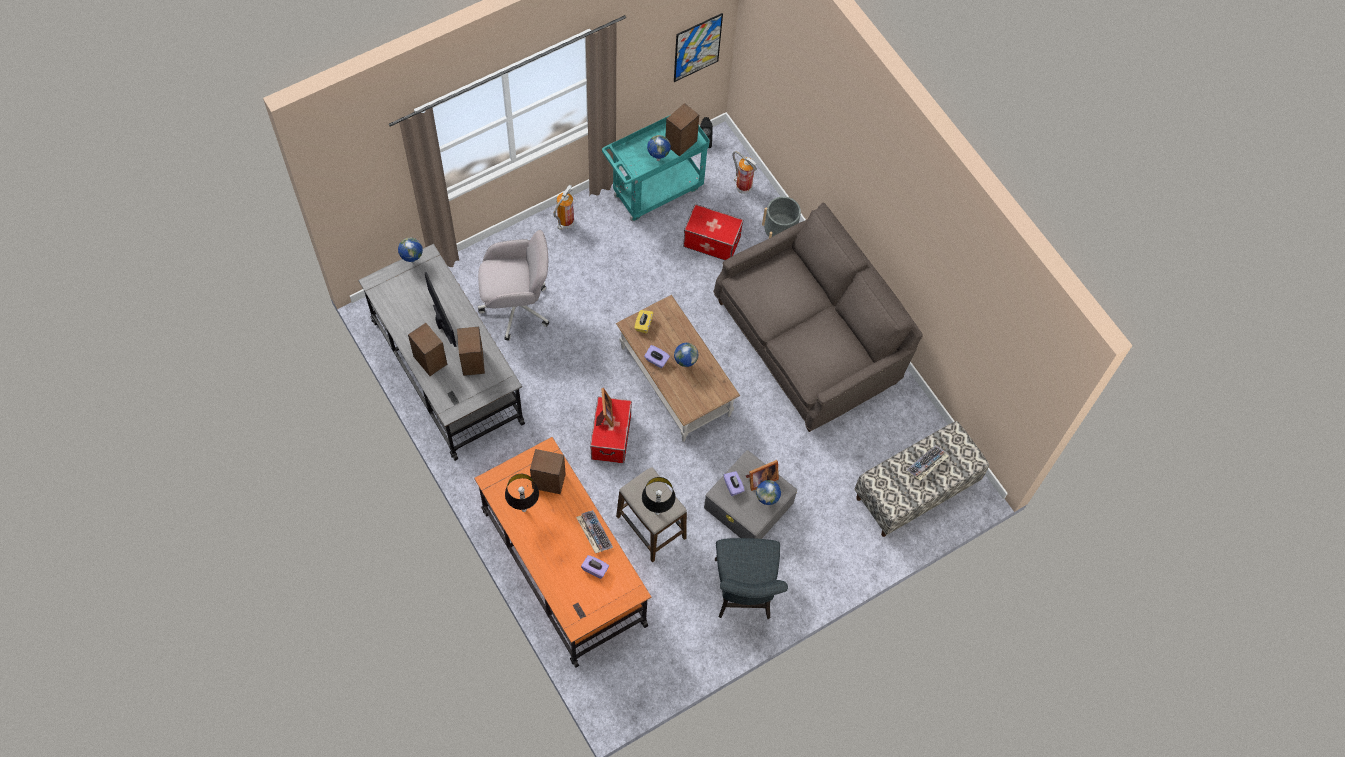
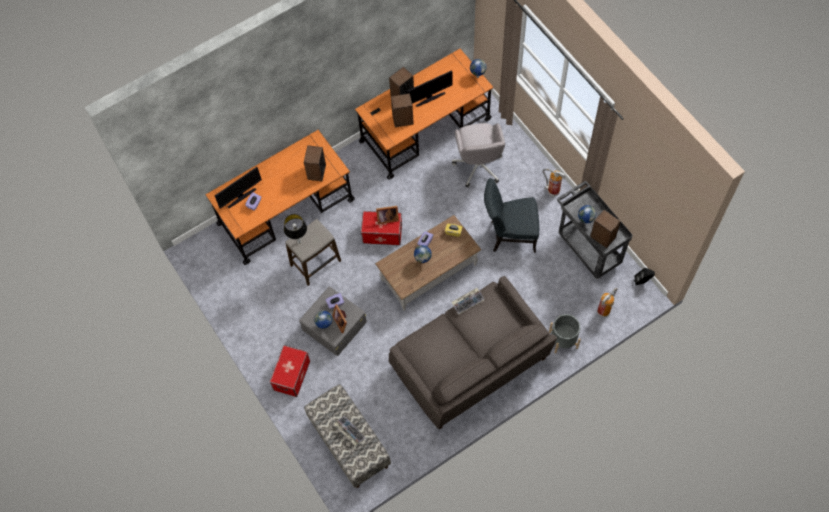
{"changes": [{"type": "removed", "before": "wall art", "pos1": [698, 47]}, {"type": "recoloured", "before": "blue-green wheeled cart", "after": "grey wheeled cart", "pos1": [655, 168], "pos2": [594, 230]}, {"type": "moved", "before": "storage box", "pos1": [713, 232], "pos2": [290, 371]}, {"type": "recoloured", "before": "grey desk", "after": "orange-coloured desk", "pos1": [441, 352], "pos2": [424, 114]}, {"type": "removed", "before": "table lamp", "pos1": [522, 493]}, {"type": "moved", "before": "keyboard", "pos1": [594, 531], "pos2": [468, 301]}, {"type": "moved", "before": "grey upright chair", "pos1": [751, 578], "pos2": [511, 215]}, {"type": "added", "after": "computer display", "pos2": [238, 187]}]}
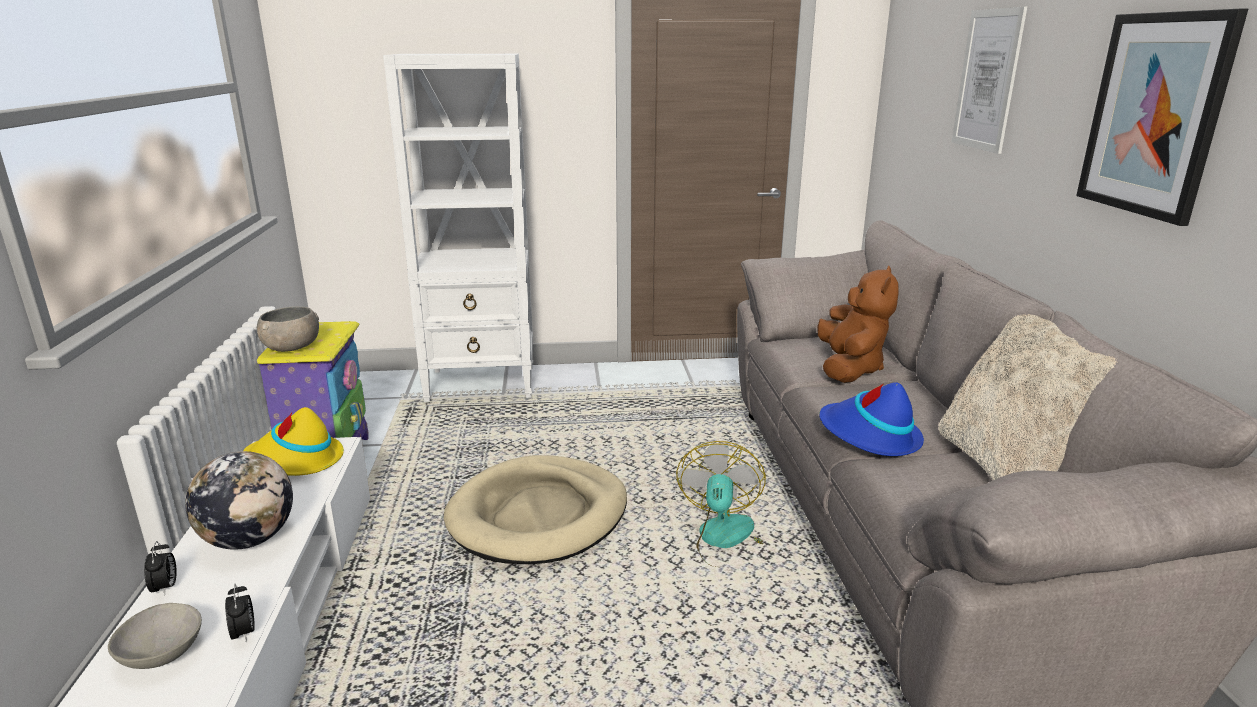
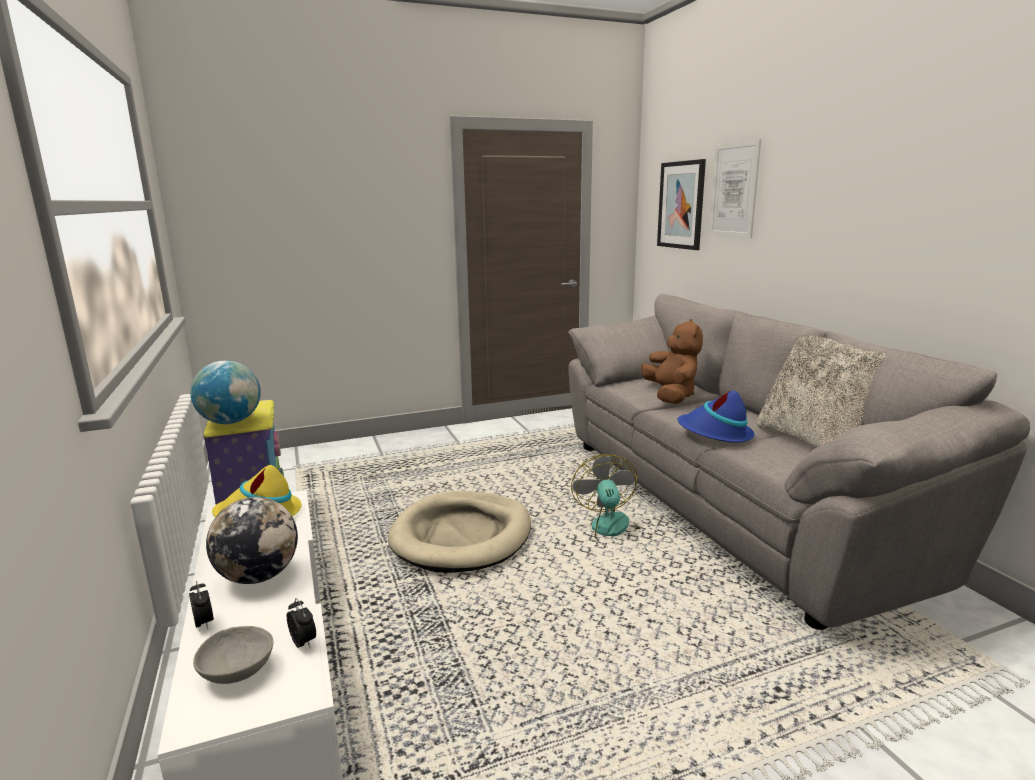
{"changes": [{"type": "moved", "before": "wall art", "pos1": [1162, 117], "pos2": [681, 204]}, {"type": "removed", "before": "white bookshelf", "pos1": [458, 228]}, {"type": "replaced", "before": "grey bowl", "after": "globe", "pos1": [288, 329], "pos2": [225, 392]}]}
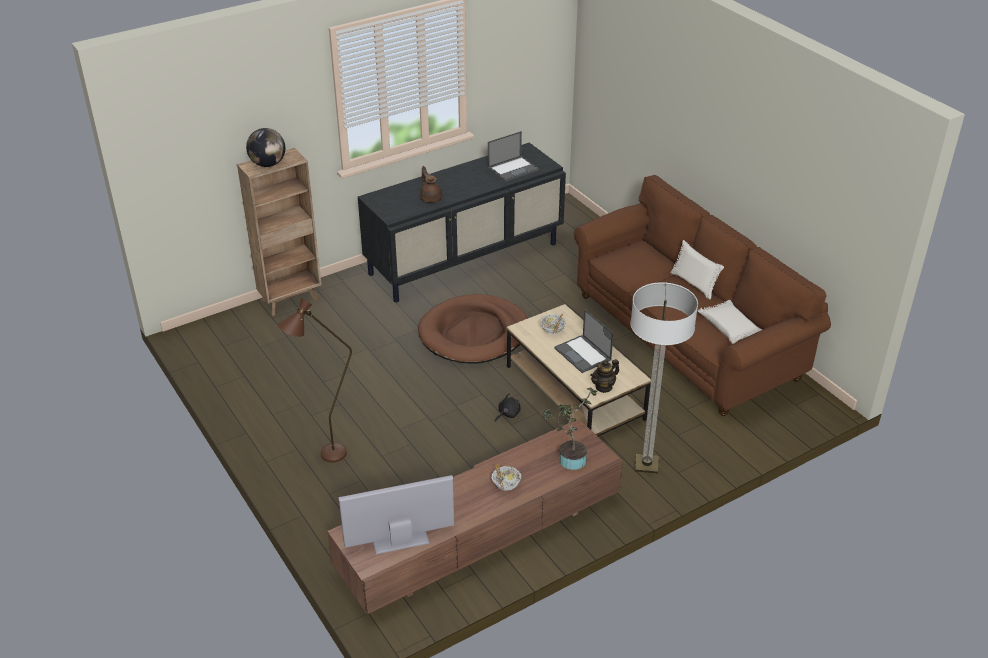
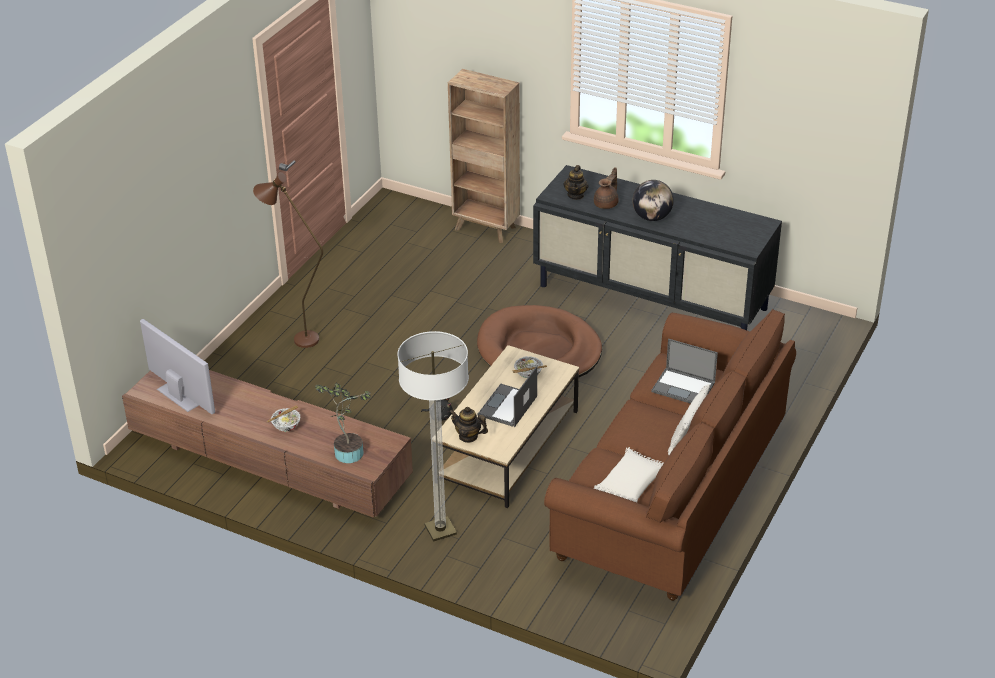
{"changes": [{"type": "moved", "before": "globe", "pos1": [265, 147], "pos2": [653, 200]}, {"type": "moved", "before": "notebook computer", "pos1": [513, 156], "pos2": [684, 371]}, {"type": "added", "after": "pot for tea", "pos2": [576, 182]}]}
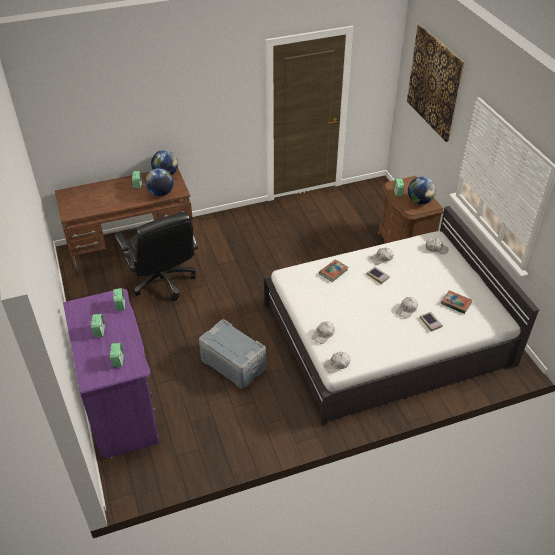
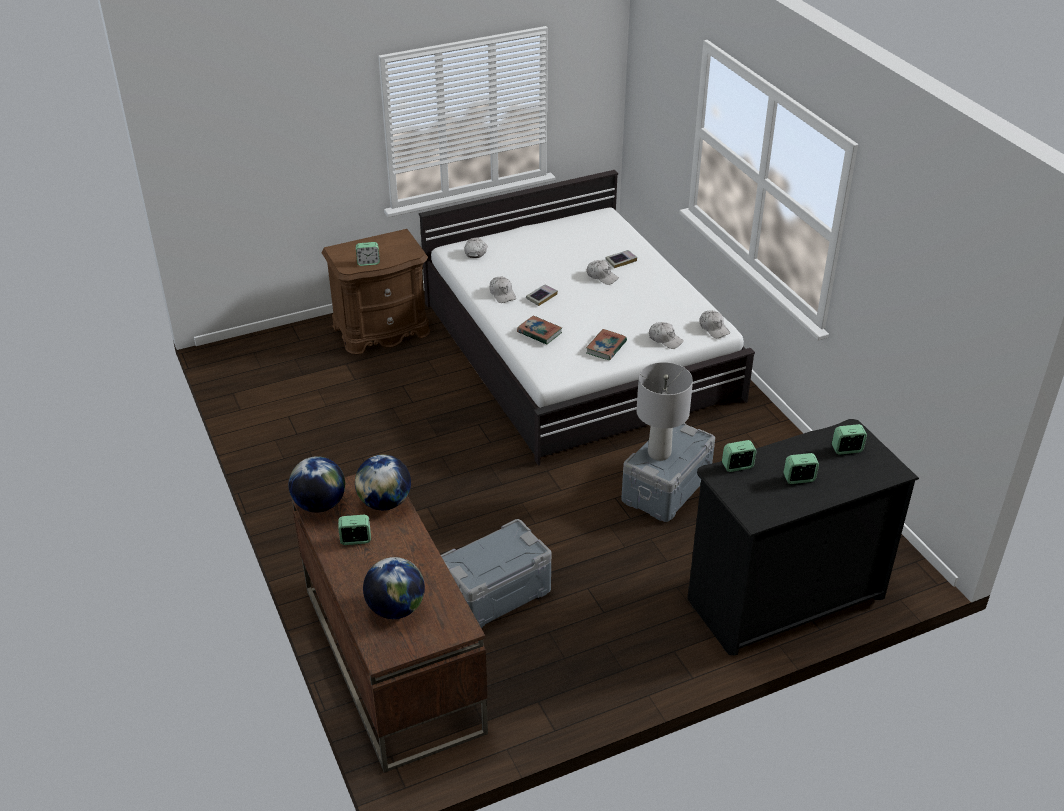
{"changes": [{"type": "removed", "before": "wall art", "pos1": [435, 83]}, {"type": "moved", "before": "globe", "pos1": [422, 191], "pos2": [394, 588]}, {"type": "replaced", "before": "blackish desk chair", "after": "grey storage box", "pos1": [156, 256], "pos2": [496, 573]}, {"type": "recoloured", "before": "purple-coloured drawer chest", "after": "blackish drawer chest", "pos1": [111, 373], "pos2": [803, 537]}, {"type": "moved", "before": "book", "pos1": [457, 302], "pos2": [606, 344]}, {"type": "added", "after": "grey table lamp", "pos2": [664, 411]}]}
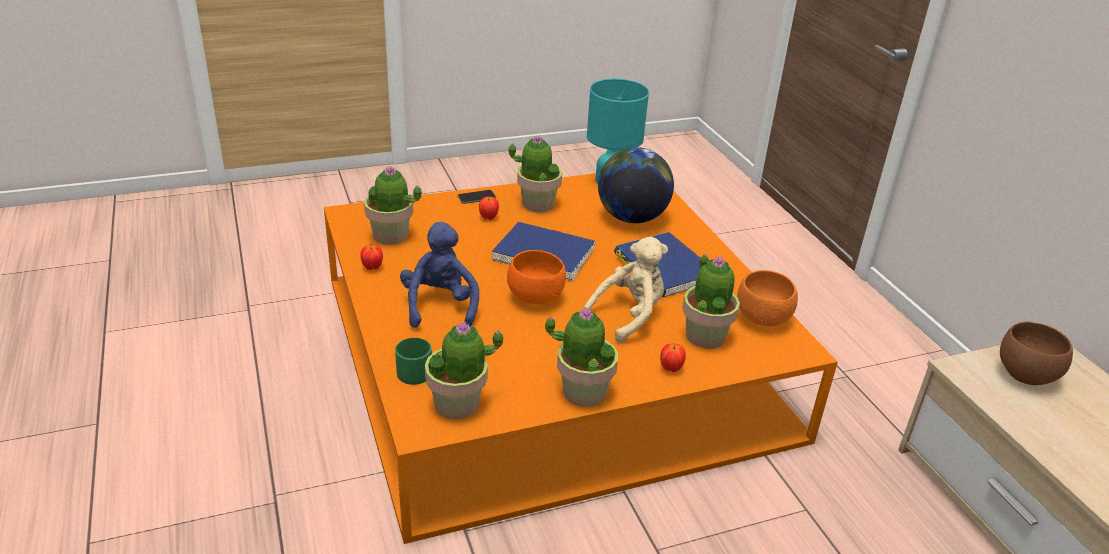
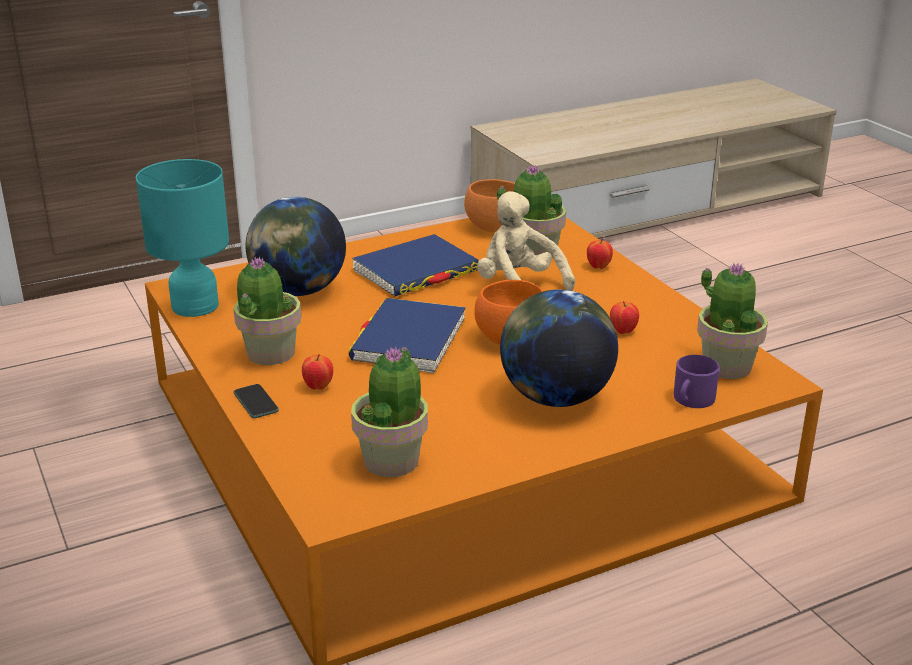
{"changes": [{"type": "replaced", "before": "blue soft toy", "after": "globe", "pos1": [439, 275], "pos2": [559, 348]}, {"type": "moved", "before": "apple fruit", "pos1": [371, 257], "pos2": [624, 317]}, {"type": "removed", "before": "houseplant", "pos1": [581, 357]}, {"type": "removed", "before": "brownish bowl", "pos1": [1036, 353]}, {"type": "recoloured", "before": "greenish coffee mug", "after": "purple-coloured coffee mug", "pos1": [413, 361], "pos2": [697, 381]}]}
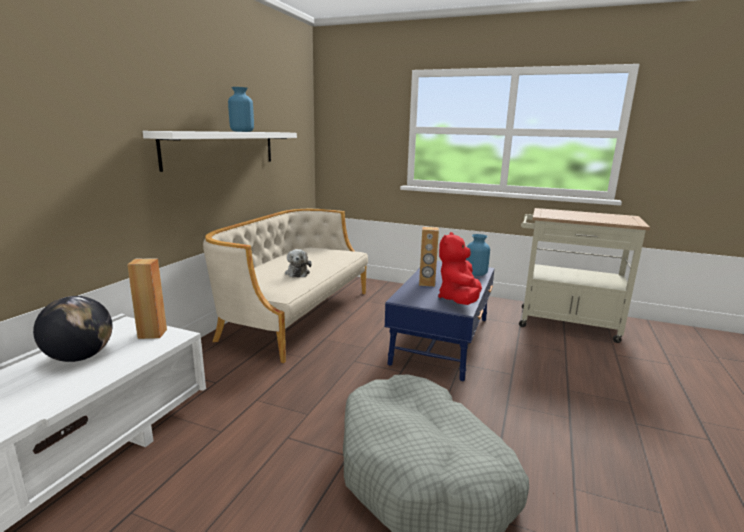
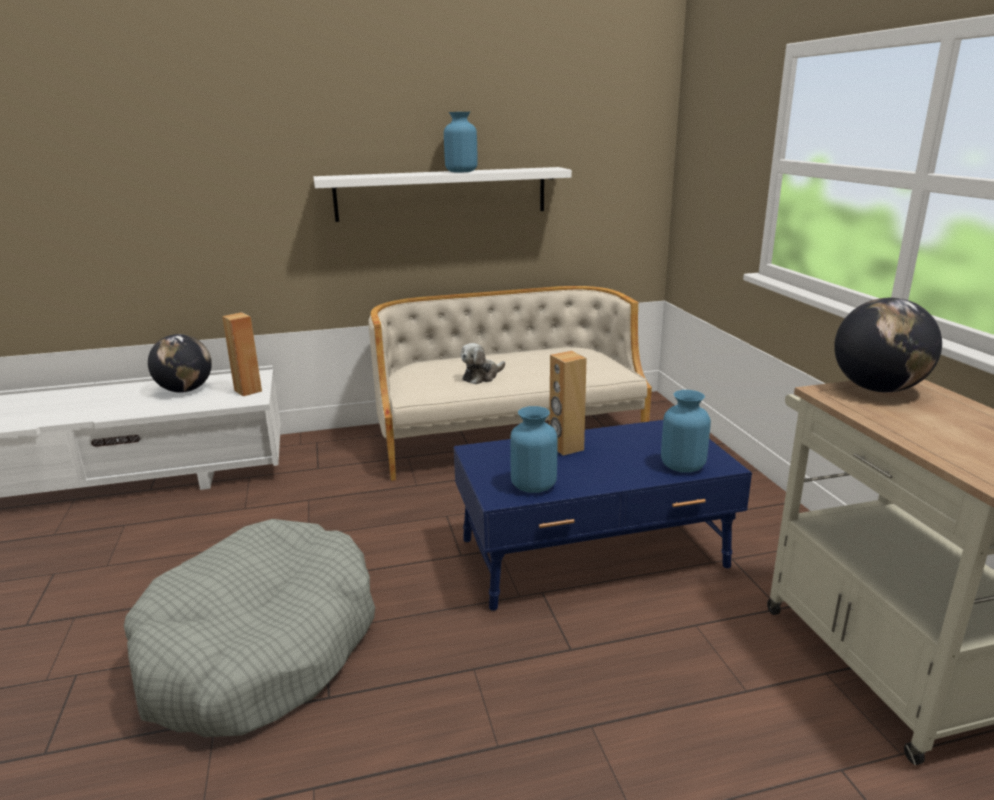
{"changes": [{"type": "replaced", "before": "reddish soft toy", "after": "blue vase", "pos1": [460, 268], "pos2": [533, 449]}, {"type": "added", "after": "globe", "pos2": [888, 345]}]}
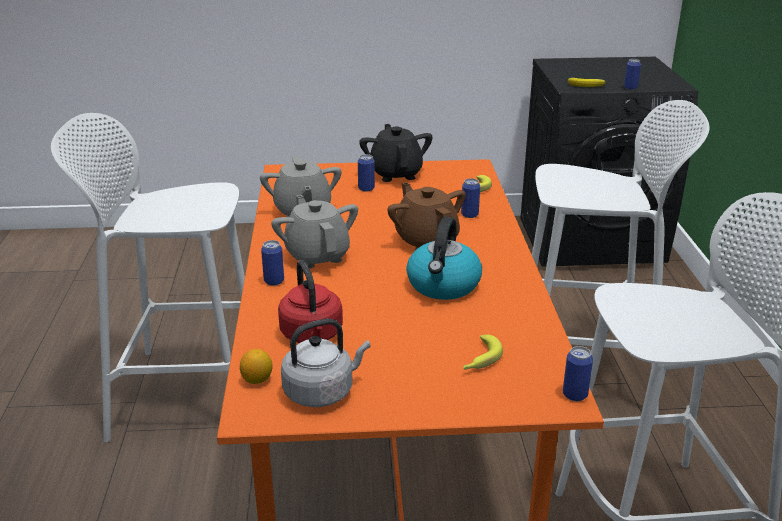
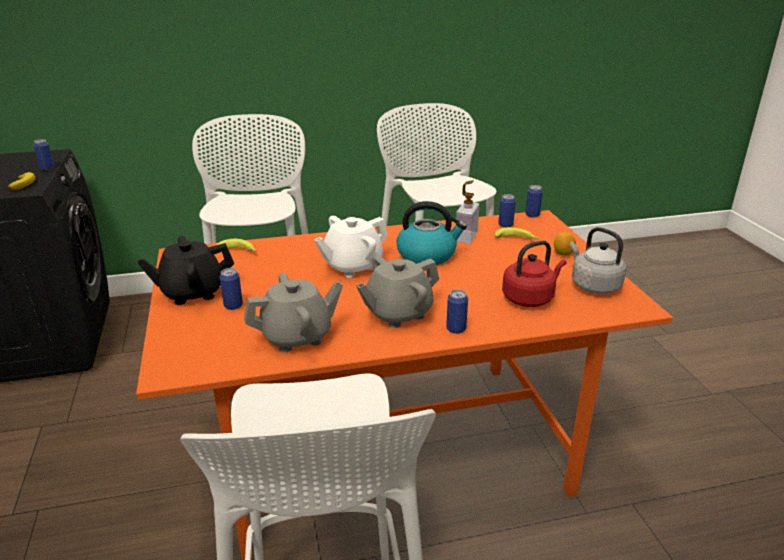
{"changes": [{"type": "moved", "before": "can", "pos1": [470, 198], "pos2": [507, 211]}, {"type": "recoloured", "before": "brownish pot for tea", "after": "white pot for tea", "pos1": [426, 216], "pos2": [351, 246]}, {"type": "moved", "before": "citrus fruit", "pos1": [256, 366], "pos2": [565, 244]}, {"type": "added", "after": "soap bottle", "pos2": [467, 212]}]}
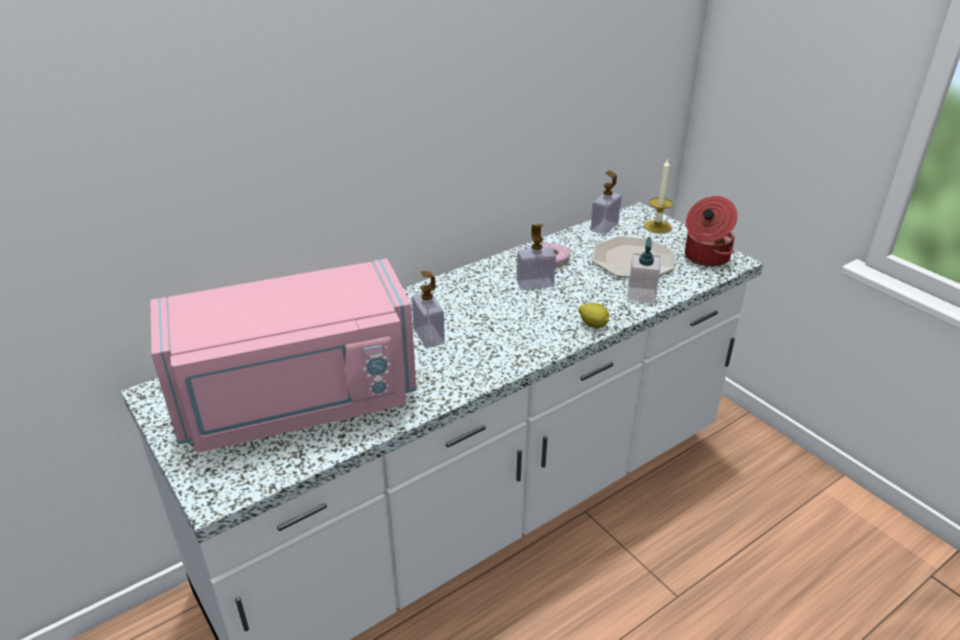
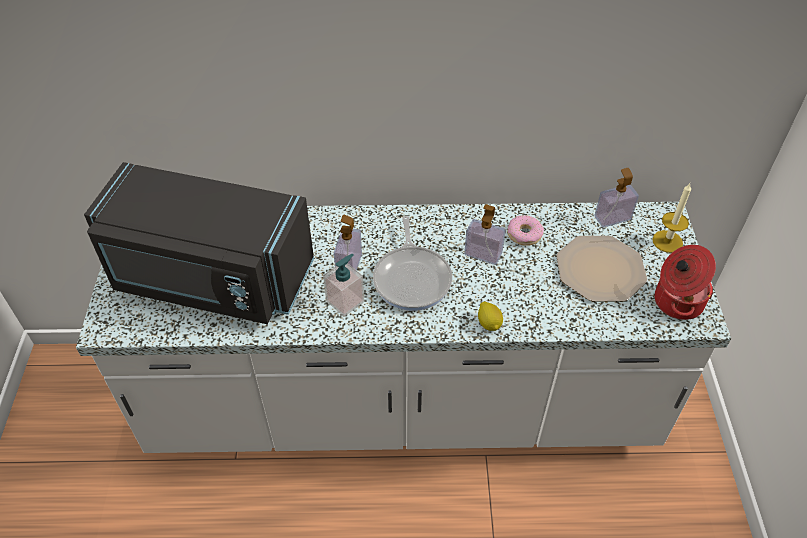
{"changes": [{"type": "moved", "before": "soap bottle", "pos1": [644, 270], "pos2": [343, 285]}, {"type": "recoloured", "before": "pinkish kitchen microwave", "after": "blackish kitchen microwave", "pos1": [283, 355], "pos2": [199, 243]}, {"type": "added", "after": "skillet", "pos2": [412, 263]}]}
